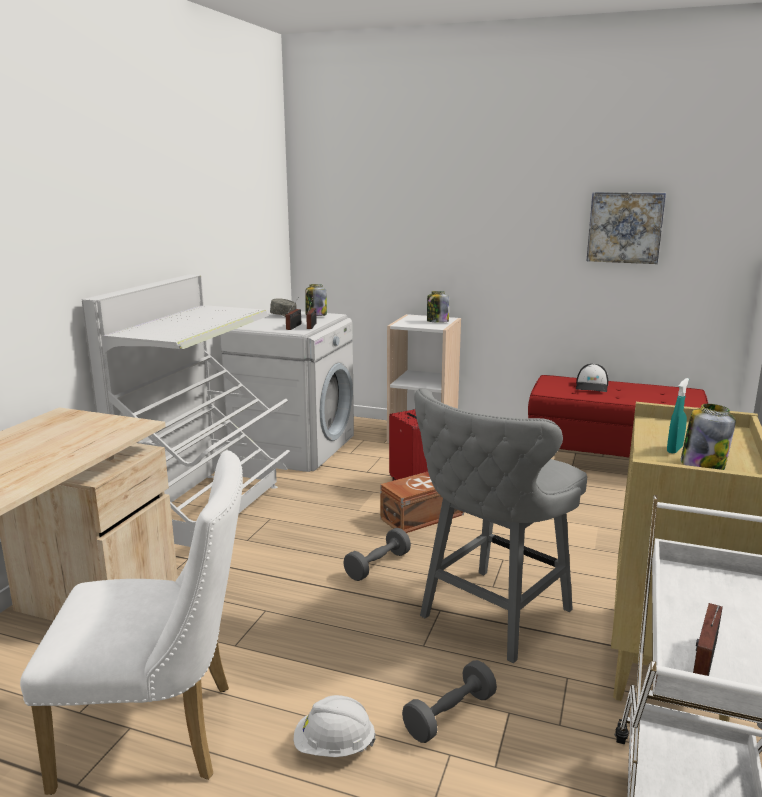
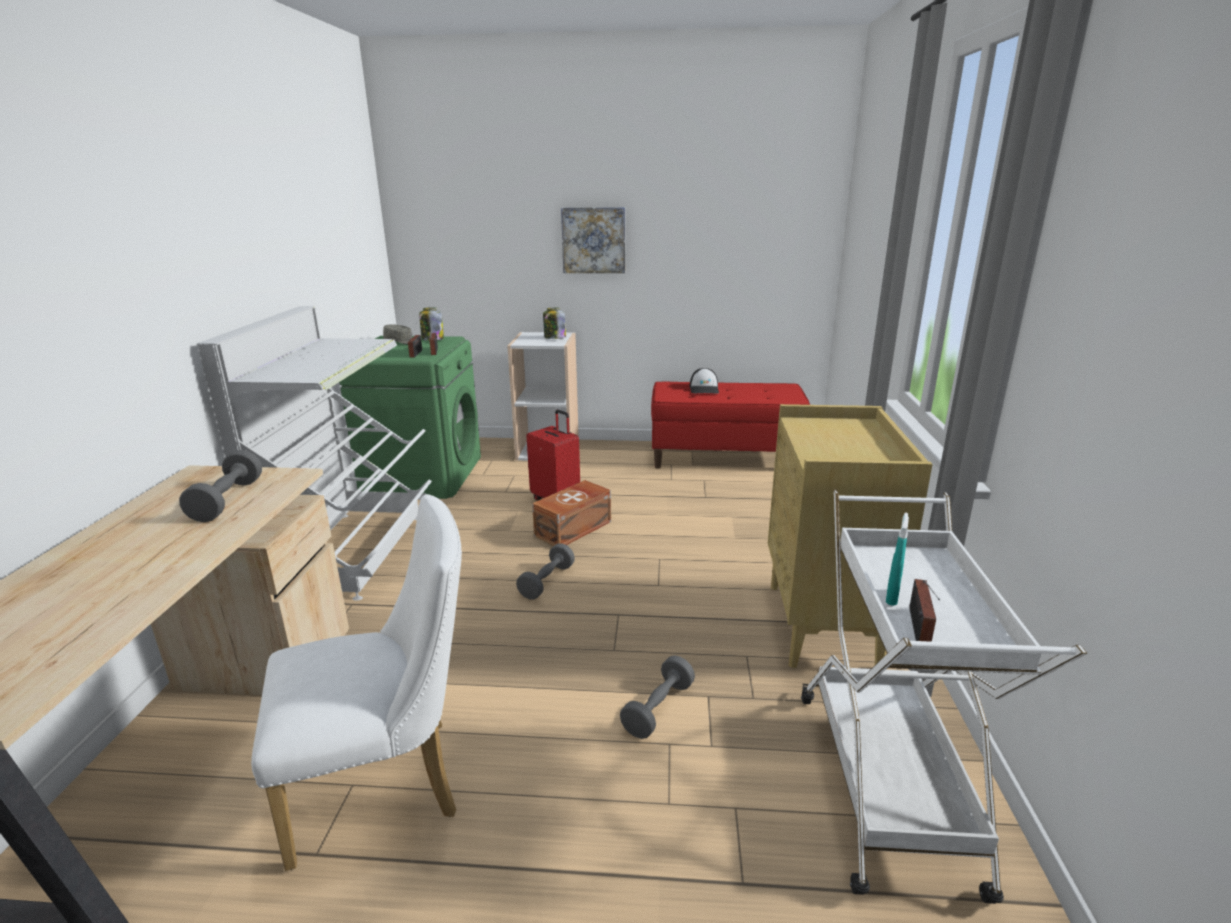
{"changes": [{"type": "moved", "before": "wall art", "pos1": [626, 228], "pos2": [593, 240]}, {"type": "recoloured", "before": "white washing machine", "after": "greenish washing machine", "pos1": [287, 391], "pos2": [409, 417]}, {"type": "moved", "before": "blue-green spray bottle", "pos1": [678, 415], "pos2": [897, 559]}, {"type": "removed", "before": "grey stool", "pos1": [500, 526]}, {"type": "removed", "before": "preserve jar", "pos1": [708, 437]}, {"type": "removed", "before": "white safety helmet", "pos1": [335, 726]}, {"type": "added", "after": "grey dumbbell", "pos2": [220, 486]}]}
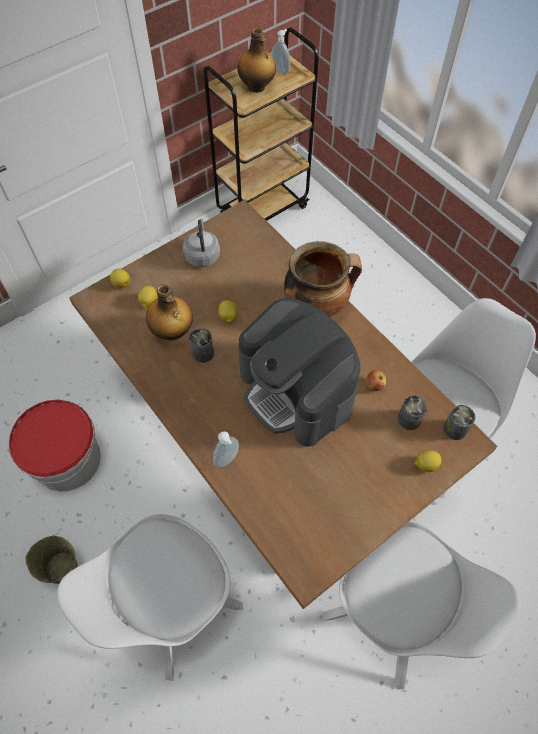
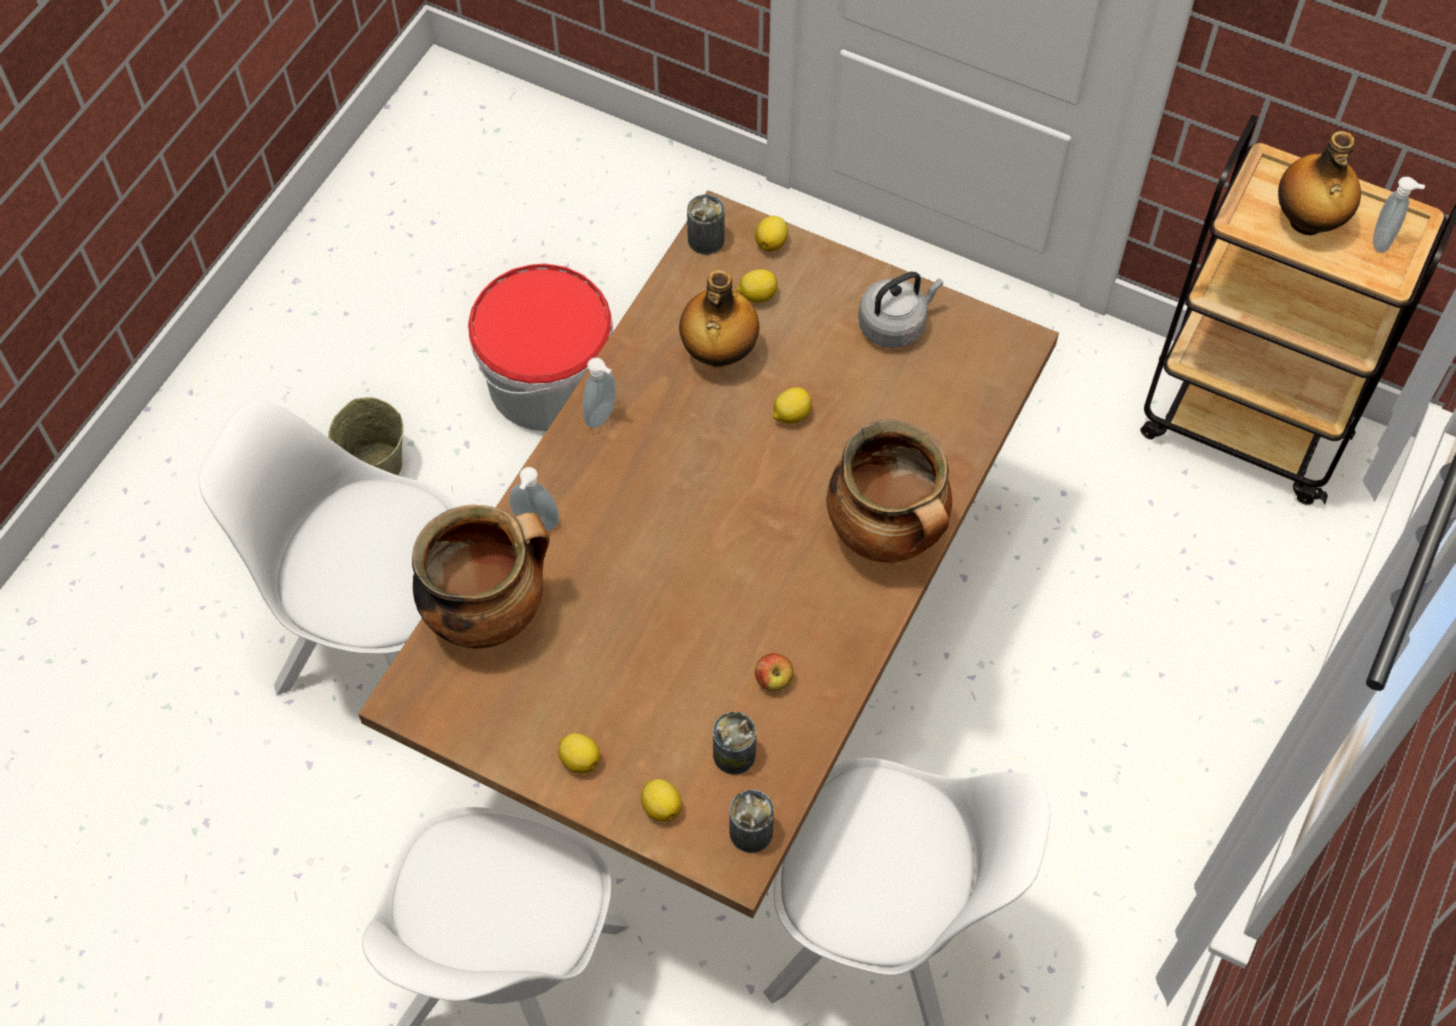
{"changes": [{"type": "removed", "before": "coffee maker", "pos1": [299, 372]}, {"type": "moved", "before": "can", "pos1": [201, 345], "pos2": [705, 224]}, {"type": "added", "after": "soap bottle", "pos2": [599, 392]}, {"type": "added", "after": "cooking pot", "pos2": [481, 576]}, {"type": "added", "after": "citrus fruit", "pos2": [579, 753]}]}
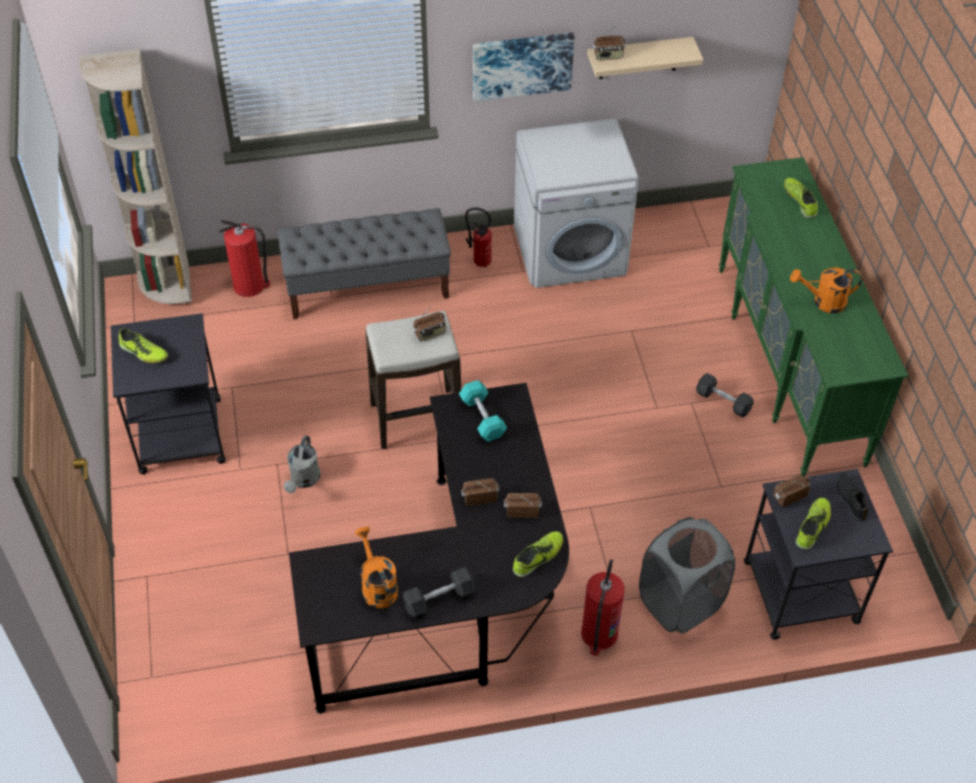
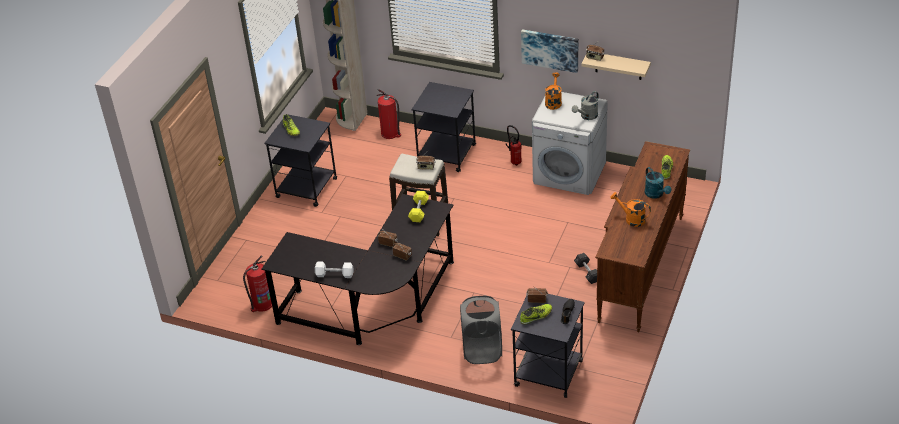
{"changes": [{"type": "recoloured", "before": "greenish storage cabinet", "after": "brownish storage cabinet", "pos1": [813, 317], "pos2": [642, 236]}, {"type": "replaced", "before": "grey indoor bench", "after": "blackish wheeled cart", "pos1": [364, 264], "pos2": [444, 127]}, {"type": "recoloured", "before": "blue-green dumbbell", "after": "yellowish dumbbell", "pos1": [483, 411], "pos2": [418, 206]}, {"type": "moved", "before": "grey sprinkling can", "pos1": [302, 464], "pos2": [585, 105]}, {"type": "moved", "before": "orange-coloured sprinkling can", "pos1": [376, 567], "pos2": [553, 91]}, {"type": "removed", "before": "item of footwear", "pos1": [538, 554]}, {"type": "moved", "before": "extinguisher", "pos1": [603, 607], "pos2": [257, 283]}, {"type": "recoloured", "before": "blackish dumbbell", "after": "white dumbbell", "pos1": [438, 592], "pos2": [334, 269]}, {"type": "added", "after": "blue-green sprinkling can", "pos2": [658, 183]}]}
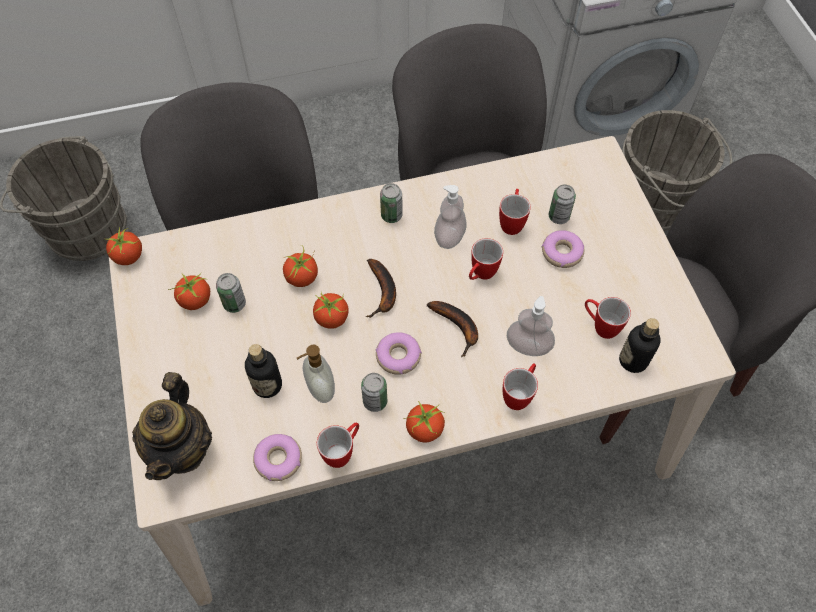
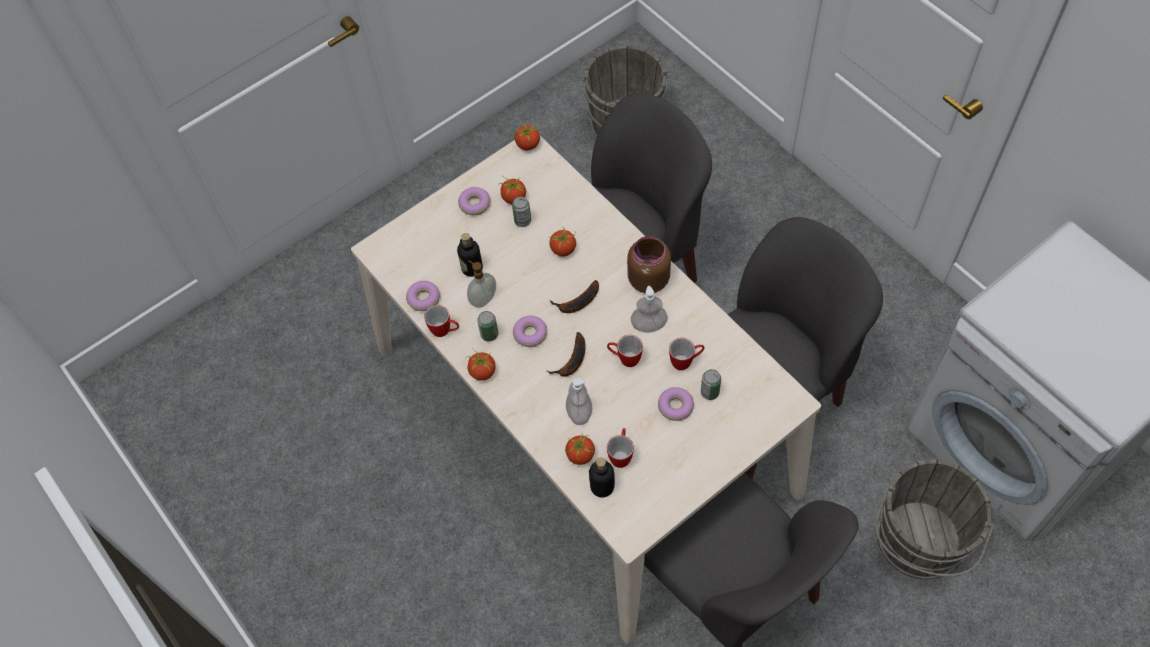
{"changes": [{"type": "replaced", "before": "can", "after": "brownish preserve jar", "pos1": [391, 203], "pos2": [649, 264]}, {"type": "moved", "before": "tomato", "pos1": [331, 310], "pos2": [580, 448]}, {"type": "removed", "before": "coffee mug", "pos1": [520, 387]}, {"type": "removed", "before": "pot for tea", "pos1": [172, 426]}, {"type": "added", "after": "donut", "pos2": [474, 201]}]}
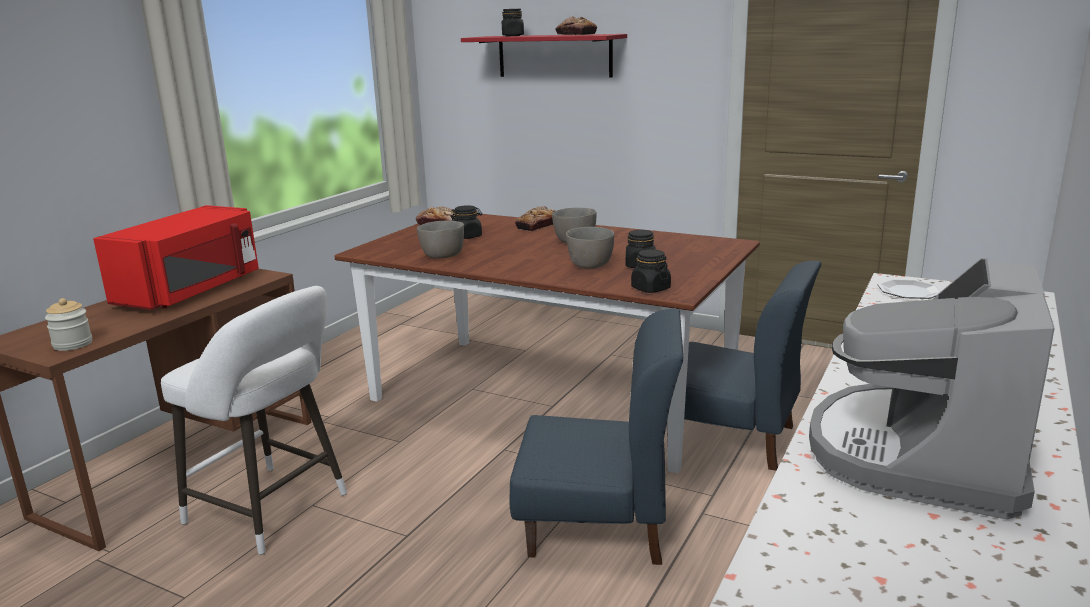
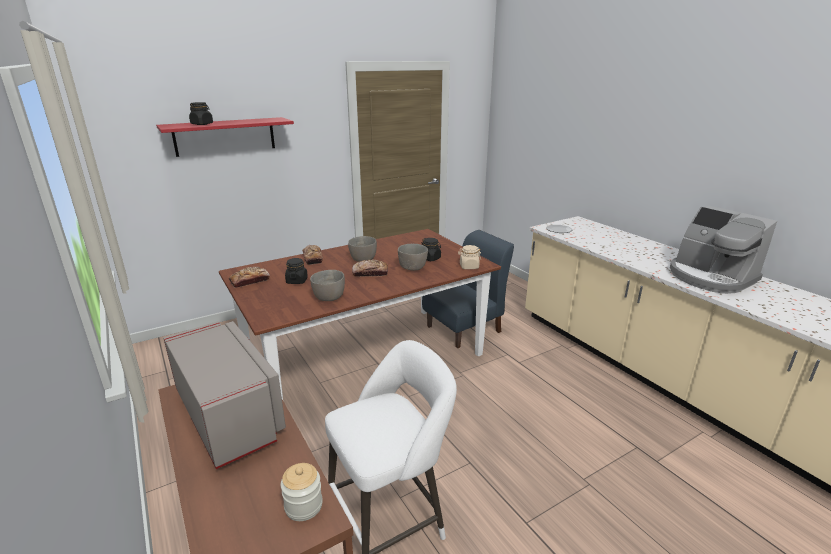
{"changes": [{"type": "moved", "before": "baked bread", "pos1": [576, 25], "pos2": [370, 268]}, {"type": "recoloured", "before": "reddish kitchen microwave", "after": "grey kitchen microwave", "pos1": [176, 257], "pos2": [224, 395]}, {"type": "recoloured", "before": "blackish preserve jar", "after": "beige preserve jar", "pos1": [651, 271], "pos2": [470, 257]}, {"type": "removed", "before": "blue upright chair", "pos1": [596, 437]}]}
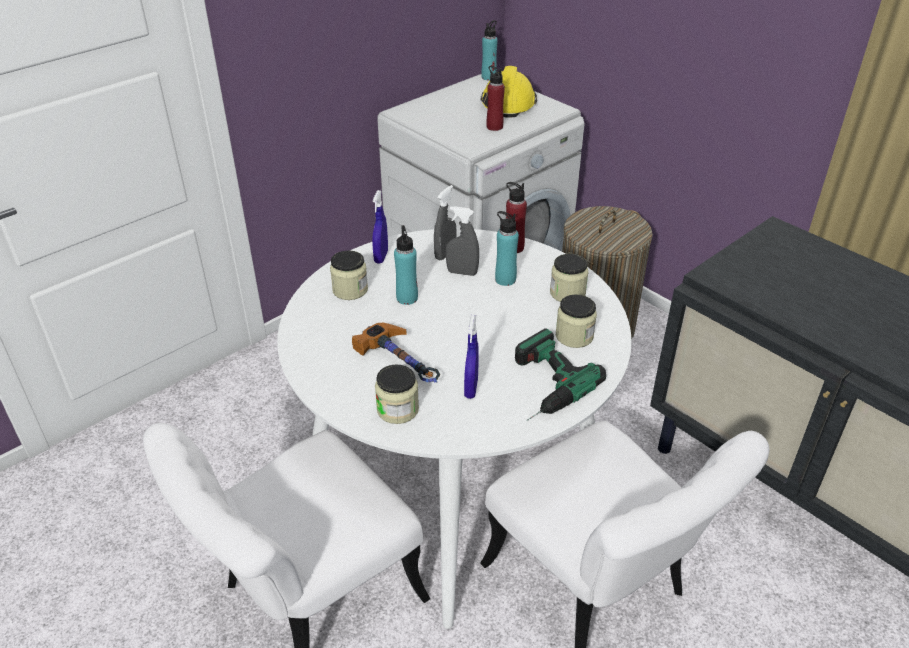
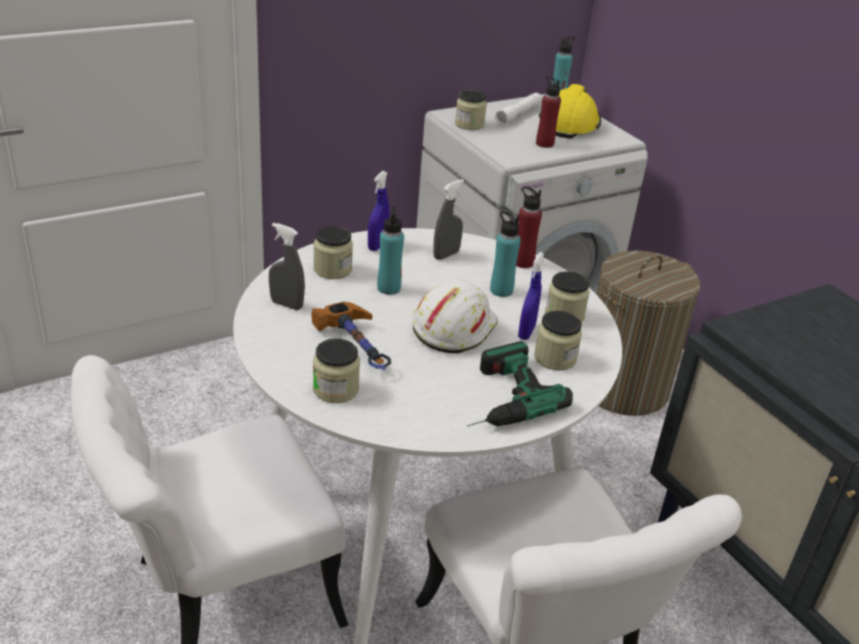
{"changes": [{"type": "moved", "before": "grey spray bottle", "pos1": [462, 241], "pos2": [287, 266]}, {"type": "moved", "before": "blue spray bottle", "pos1": [471, 357], "pos2": [531, 296]}, {"type": "added", "after": "preserve jar", "pos2": [471, 110]}, {"type": "added", "after": "white flashlight", "pos2": [518, 109]}, {"type": "added", "after": "white safety helmet", "pos2": [455, 316]}]}
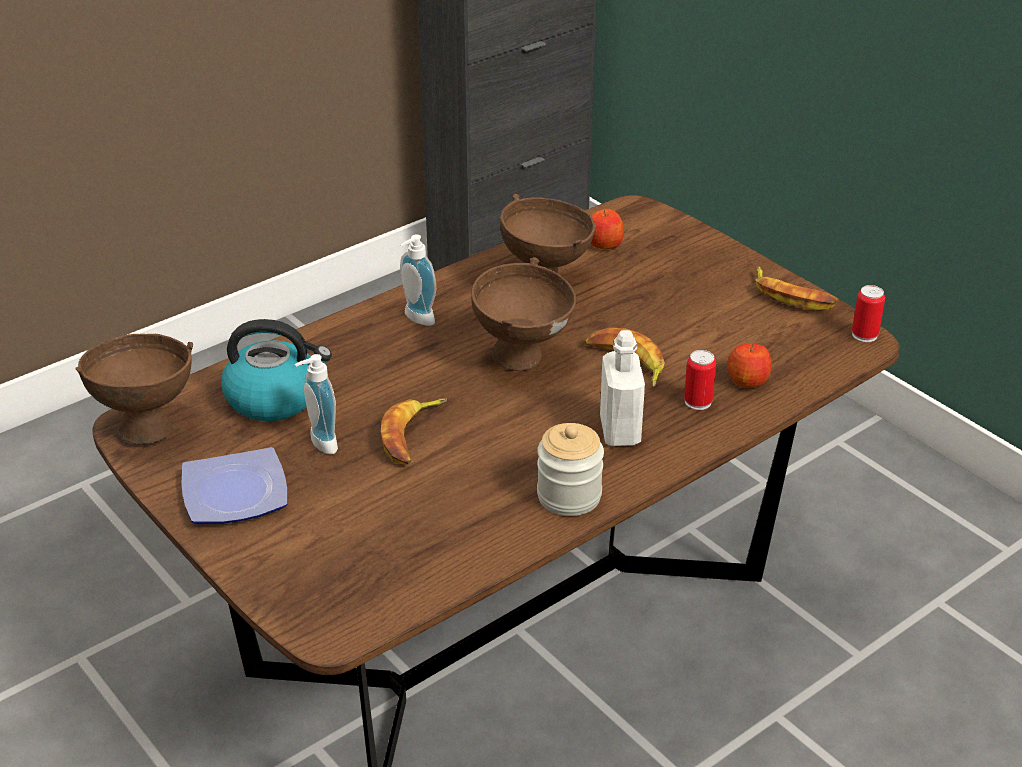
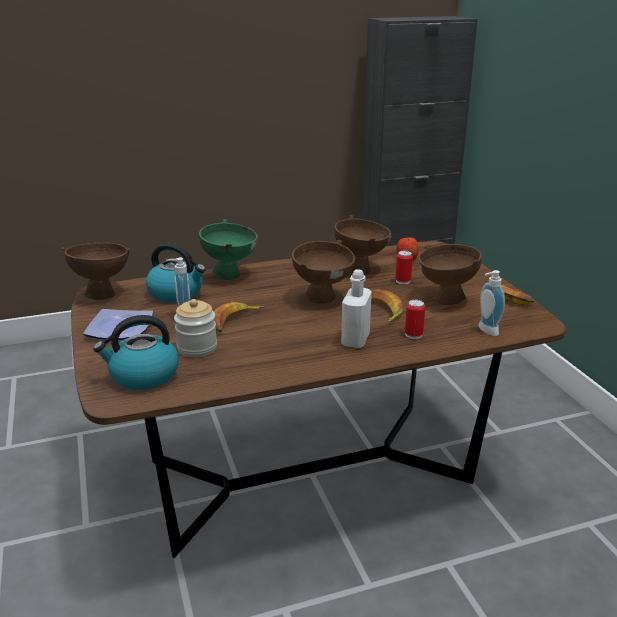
{"changes": [{"type": "moved", "before": "soap bottle", "pos1": [418, 280], "pos2": [491, 303]}, {"type": "moved", "before": "can", "pos1": [868, 313], "pos2": [404, 267]}, {"type": "removed", "before": "apple fruit", "pos1": [749, 366]}, {"type": "moved", "before": "preserve jar", "pos1": [570, 469], "pos2": [195, 328]}, {"type": "added", "after": "greenish bowl", "pos2": [228, 249]}, {"type": "added", "after": "brownish bowl", "pos2": [450, 274]}, {"type": "added", "after": "tea kettle", "pos2": [136, 352]}]}
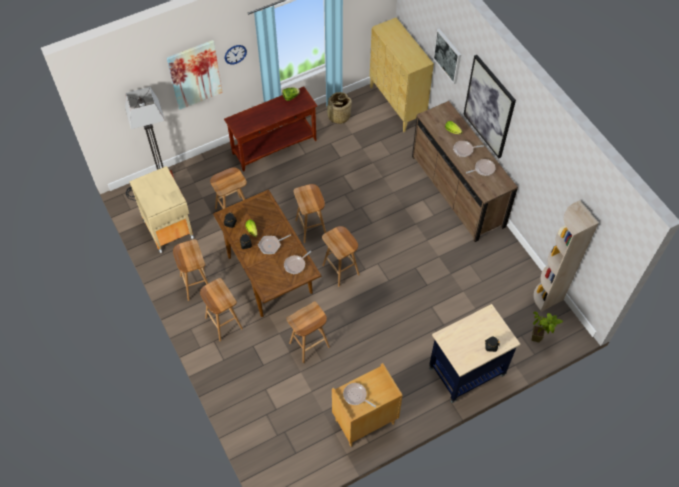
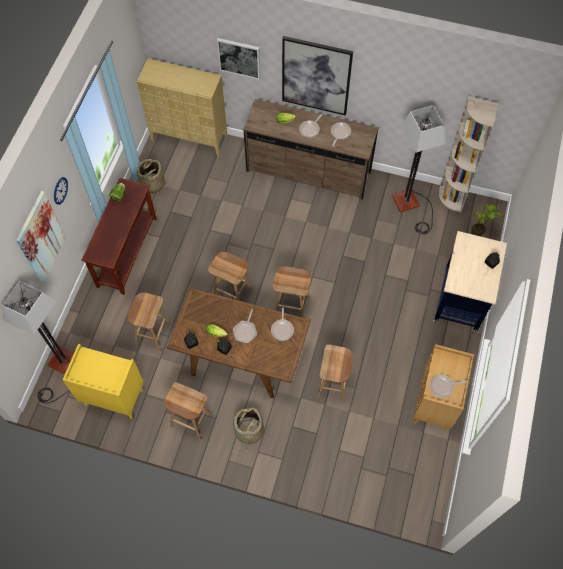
{"changes": [{"type": "replaced", "before": "beige wheeled cart", "after": "yellowish storage cabinet", "pos1": [161, 209], "pos2": [103, 381]}, {"type": "replaced", "before": "brownish stool", "after": "basket", "pos1": [221, 309], "pos2": [248, 427]}, {"type": "added", "after": "standard lamp", "pos2": [418, 169]}]}
